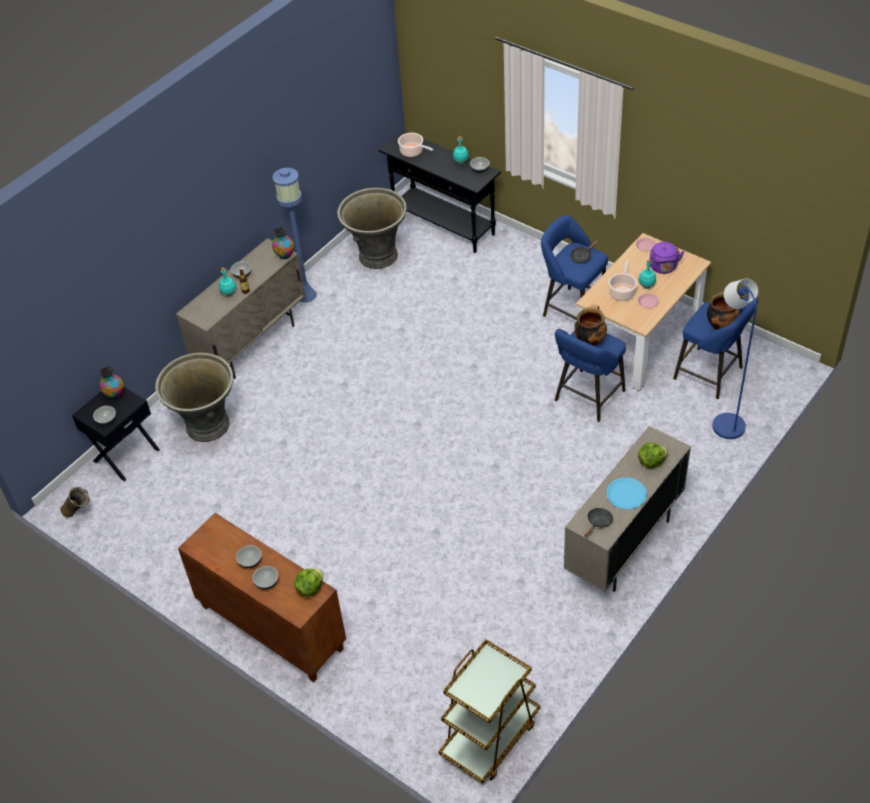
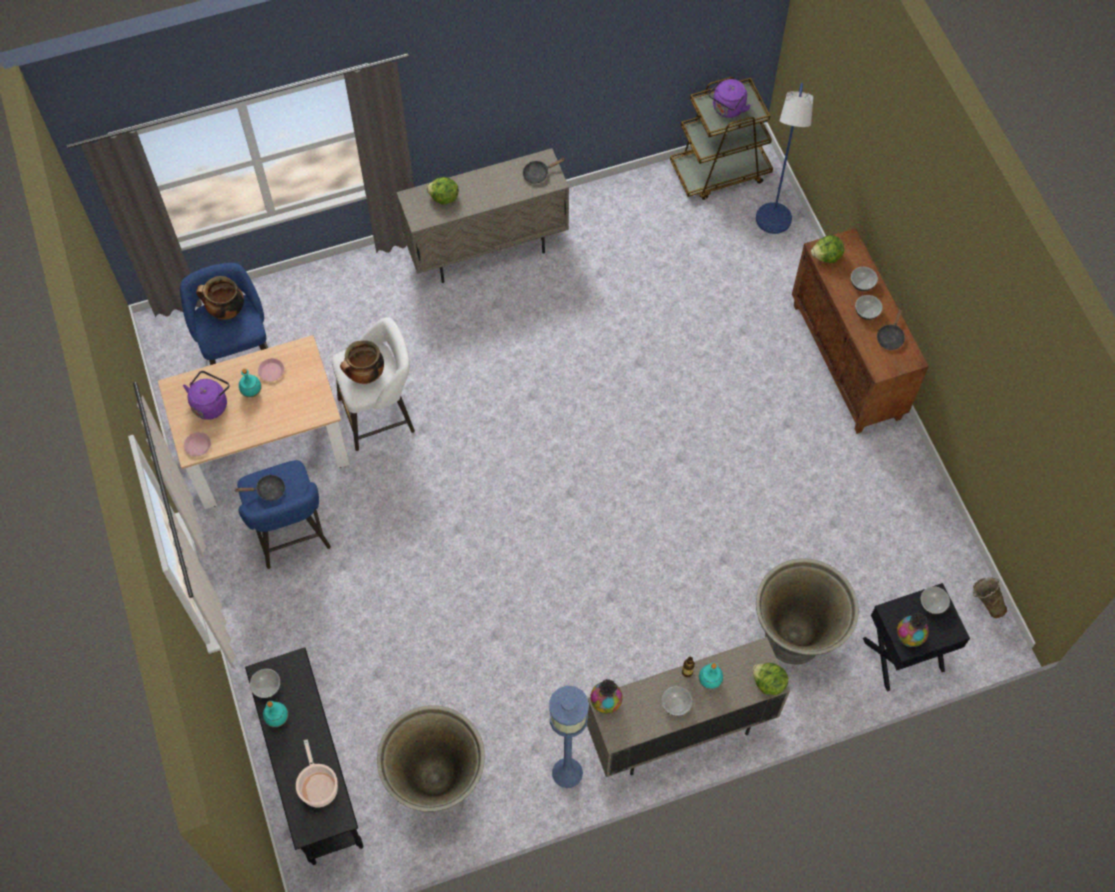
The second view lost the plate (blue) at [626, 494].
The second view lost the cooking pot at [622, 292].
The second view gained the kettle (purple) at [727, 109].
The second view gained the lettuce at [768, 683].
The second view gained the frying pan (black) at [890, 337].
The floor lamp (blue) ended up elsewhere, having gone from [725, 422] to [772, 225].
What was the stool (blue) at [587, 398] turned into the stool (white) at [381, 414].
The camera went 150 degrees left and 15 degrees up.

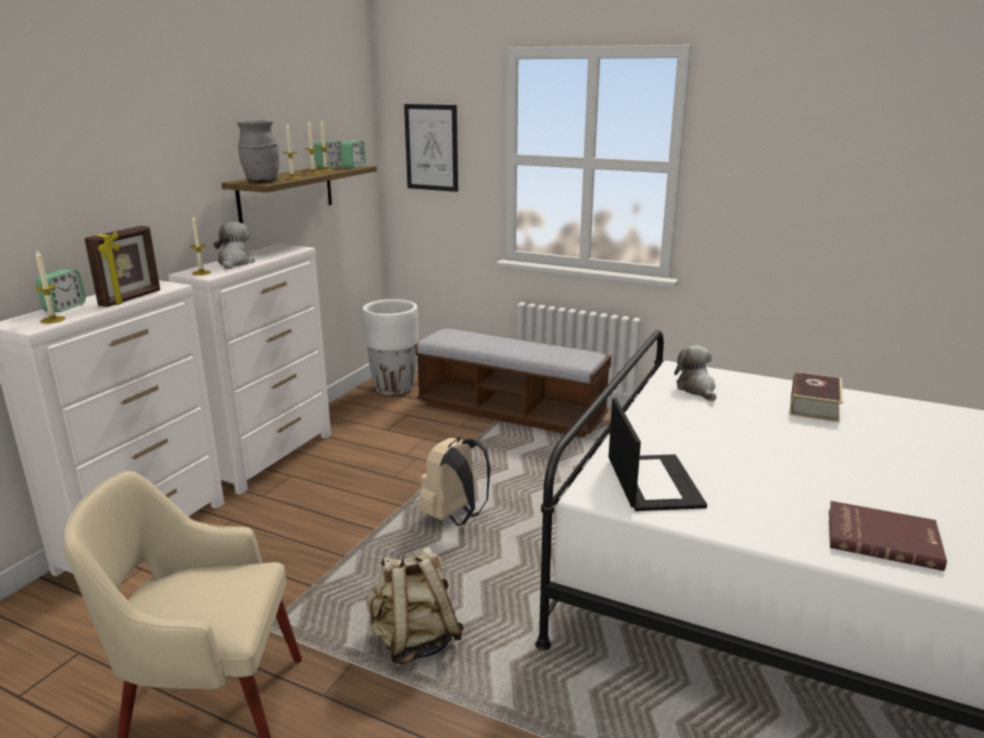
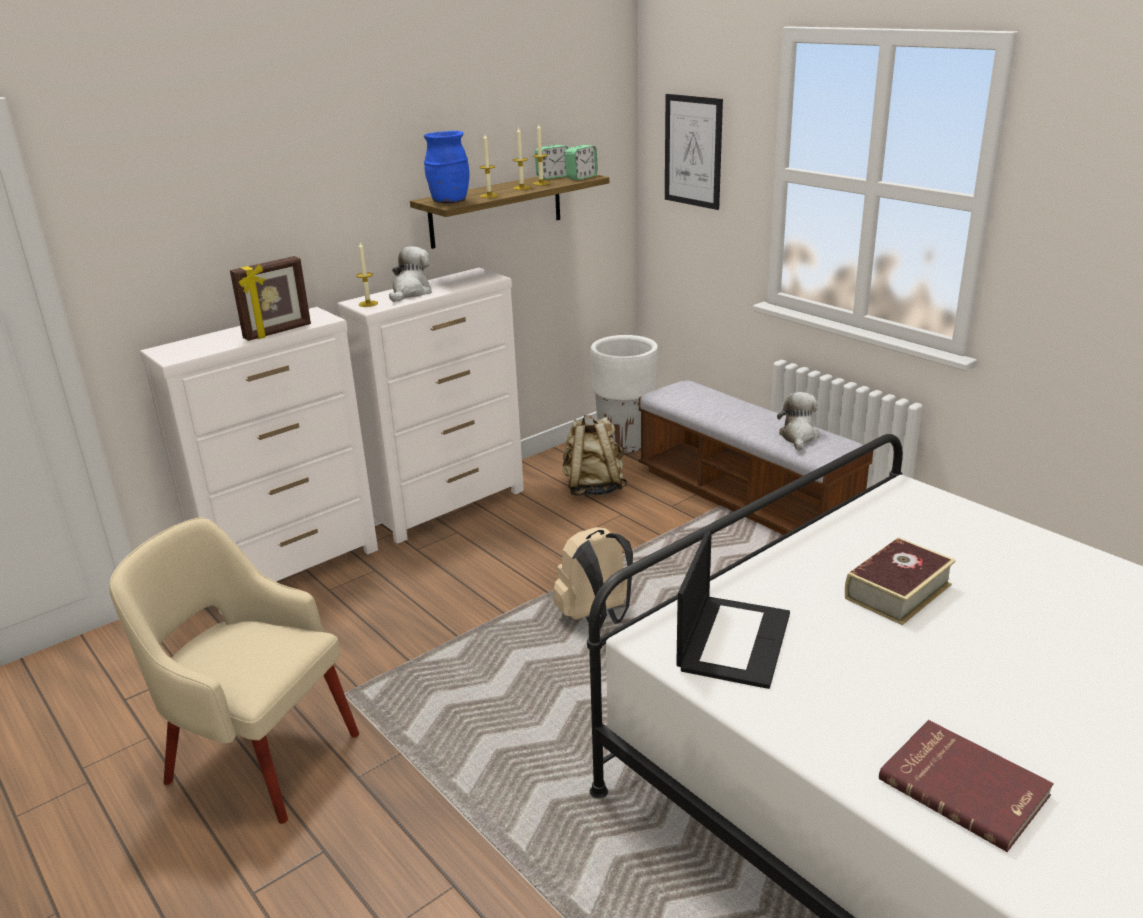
The second view lost the candle at [53, 320].
The second view lost the alarm clock at [64, 307].
The backpack (beige) ended up elsewhere, having gone from [414, 641] to [593, 488].
The plush toy ended up elsewhere, having gone from [697, 389] to [798, 437].
The book ended up elsewhere, having gone from [814, 405] to [897, 591].
What was the vase (grey) at [261, 182] turned into the vase (blue) at [449, 202].
The camera went 25 degrees right and 5 degrees up.

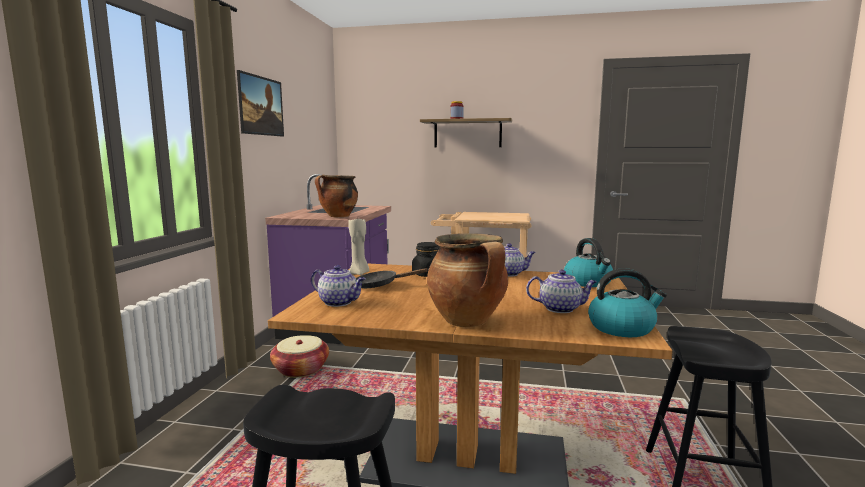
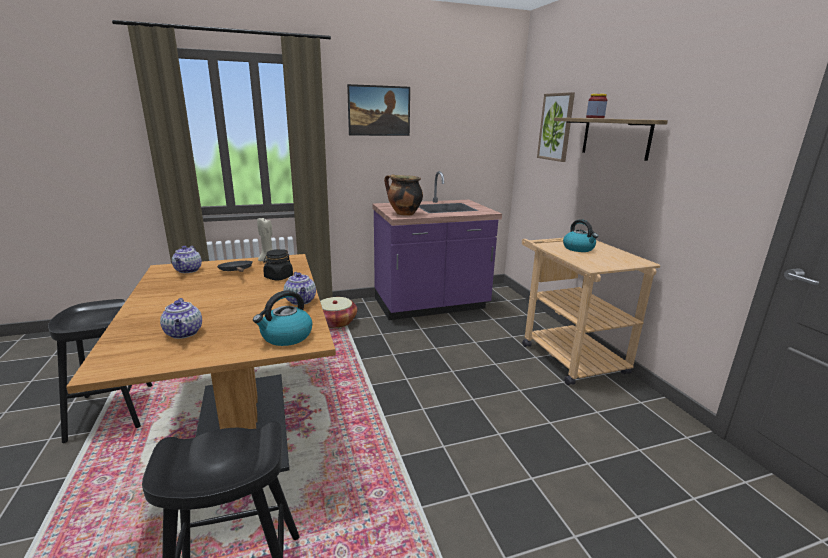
The second view lost the cooking pot at [468, 322].
The second view gained the picture at [556, 127].
The kettle ended up elsewhere, having gone from [622, 328] to [579, 248].
The camera went 60 degrees right and 10 degrees up.

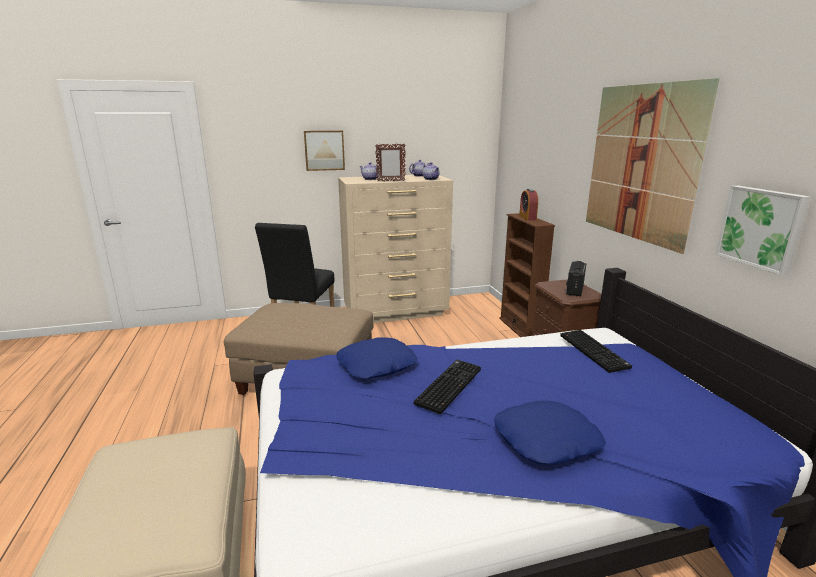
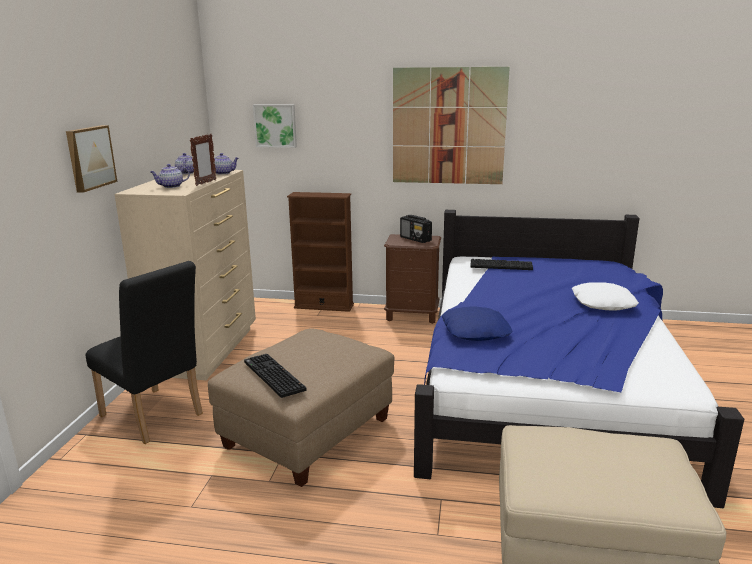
The second view lost the alarm clock at [527, 218].
The keyboard ended up elsewhere, having gone from [448, 385] to [272, 376].
The picture ended up elsewhere, having gone from [762, 228] to [275, 125].
What was the pillow (blue) at [546, 439] turned into the pillow (white) at [602, 303].
The camera went 65 degrees left and 0 degrees up.

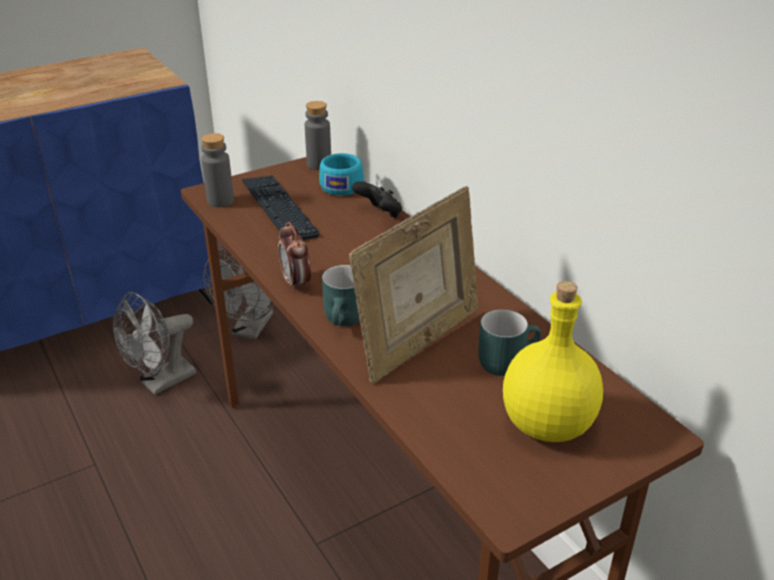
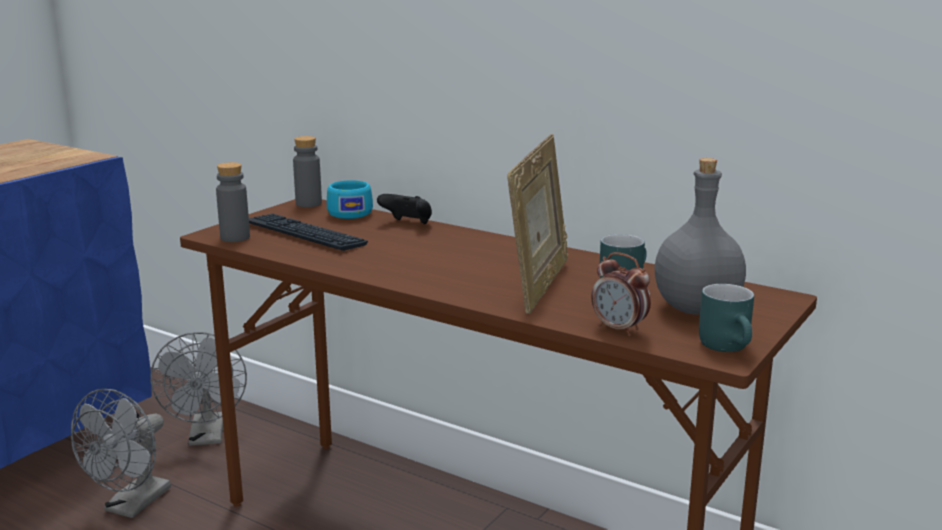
The alarm clock ended up elsewhere, having gone from [296, 283] to [619, 329].
The mug (turquoise) ended up elsewhere, having gone from [346, 320] to [730, 346].
What was the bottle (yellow) at [545, 424] turned into the bottle (grey) at [694, 308].
The camera went 25 degrees left and 15 degrees down.

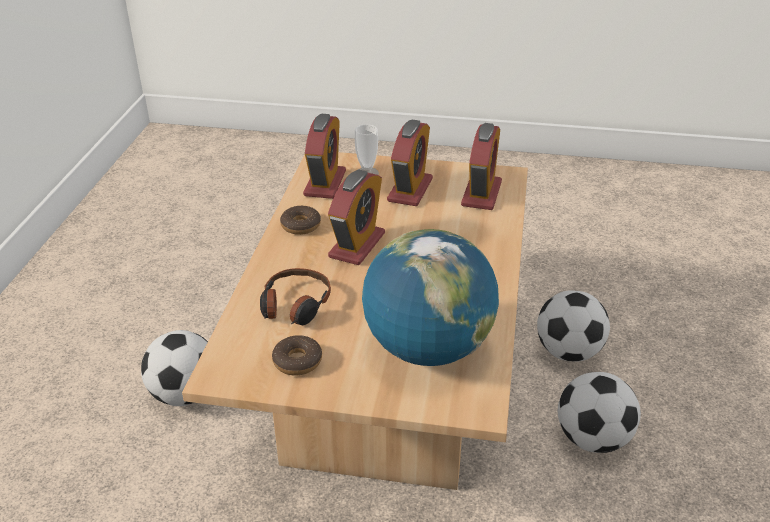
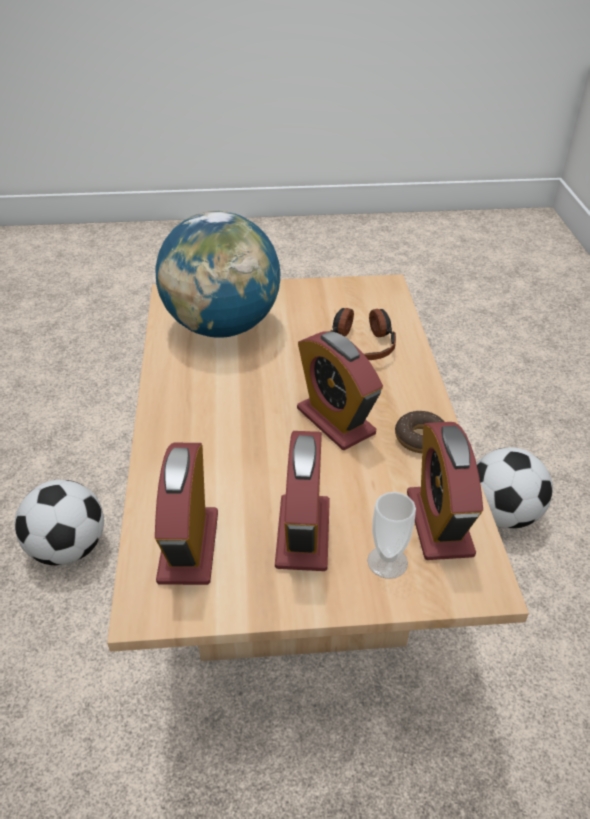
The second view lost the donut at [297, 361].
The second view lost the football at [569, 352].
The alarm clock at [357, 245] ended up facing another way, 45 degrees counterclockwise from before.
The camera went 165 degrees right and 5 degrees up.

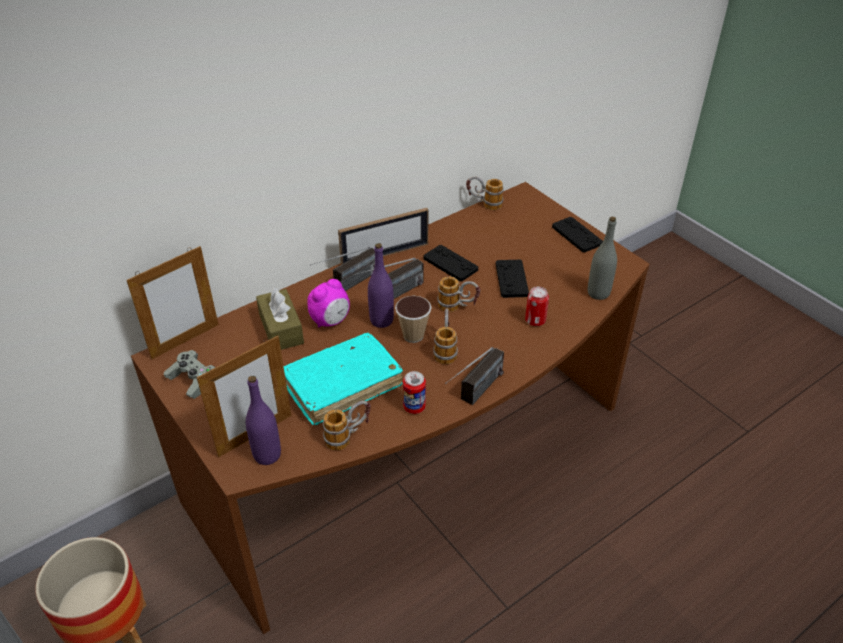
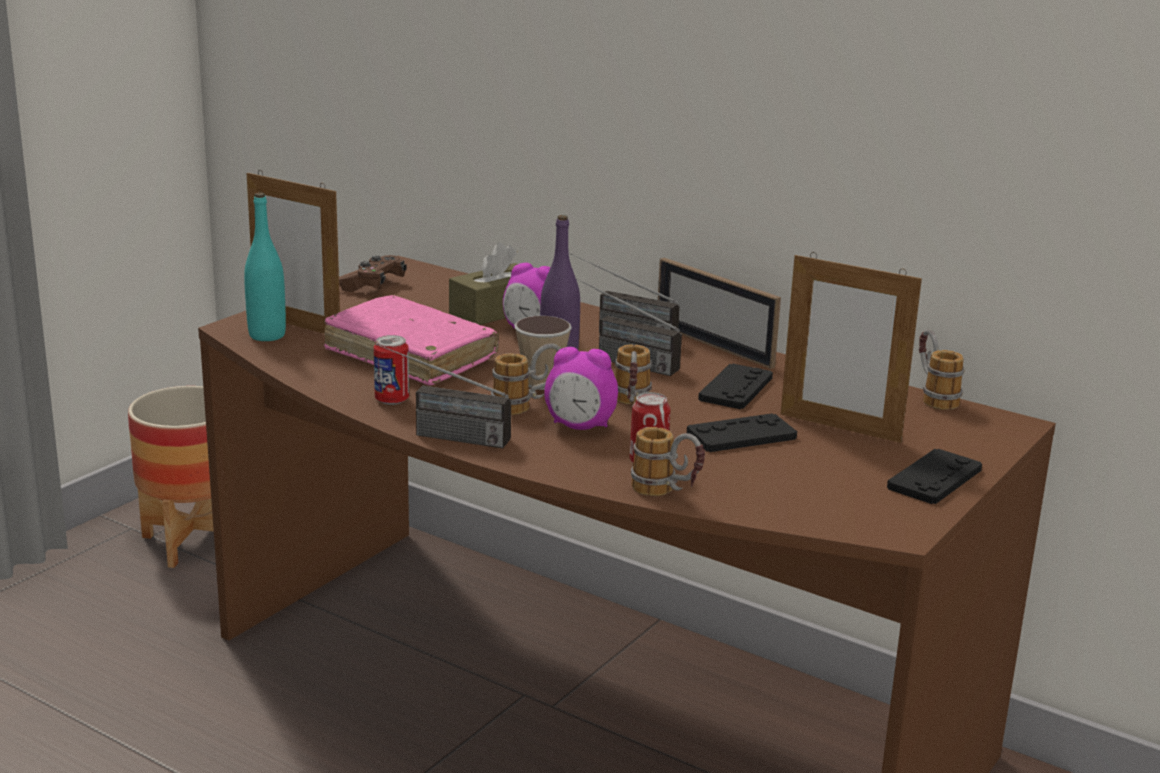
The second view lost the bottle (grey) at [598, 293].
The second view gained the alarm clock at [580, 426].
The picture frame ended up elsewhere, having gone from [185, 341] to [840, 427].
The mug ended up elsewhere, having gone from [348, 436] to [667, 493].
What was the game controller (grey) at [193, 380] turned into the game controller (brown) at [373, 285].
What was the bottle (purple) at [267, 455] turned into the bottle (turquoise) at [267, 335].
What was the book (turquoise) at [342, 385] turned into the book (pink) at [410, 355].
The camera went 70 degrees right and 20 degrees down.

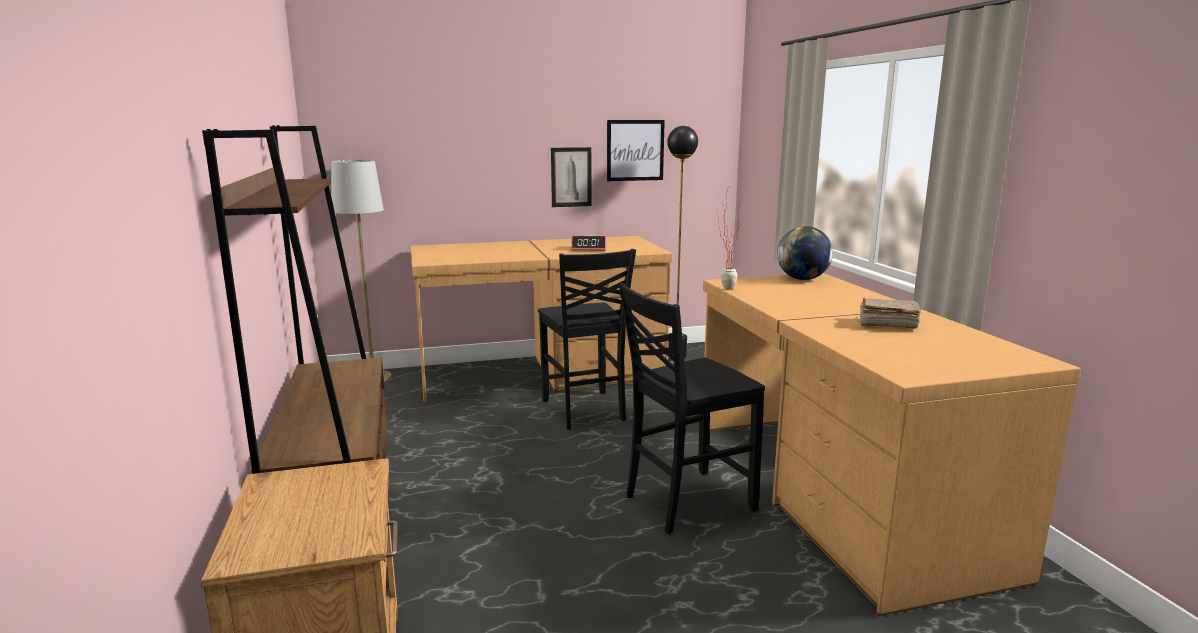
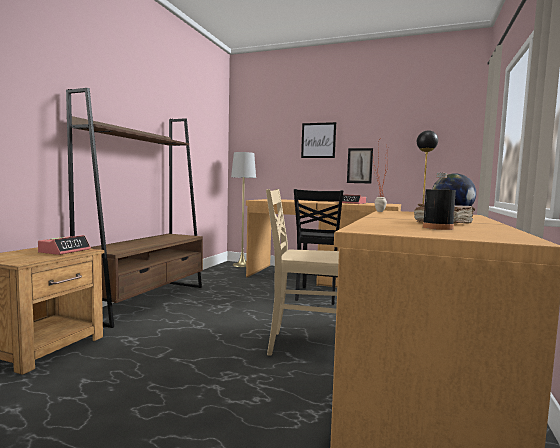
The second view gained the alarm clock at [65, 251].
The second view gained the bottle (black) at [437, 228].
The picture ended up elsewhere, having gone from [635, 150] to [318, 140].
What was the chair (black) at [686, 502] turned into the chair (beige) at [304, 346].
The camera went 35 degrees right and 10 degrees down.

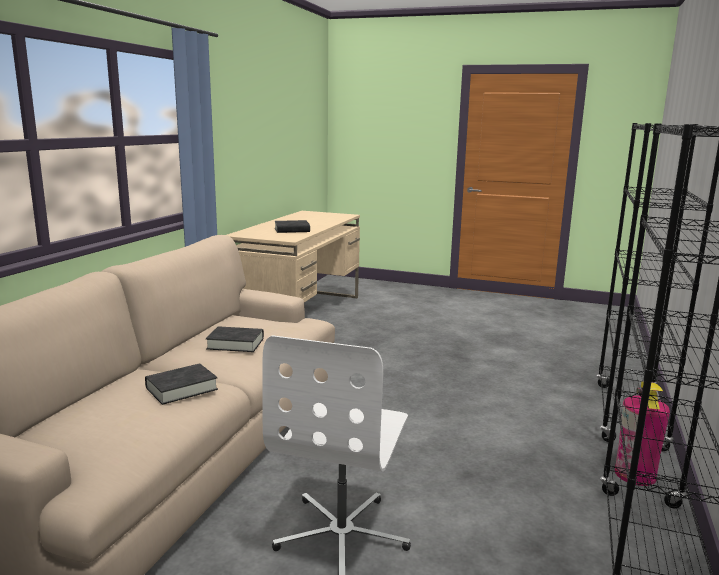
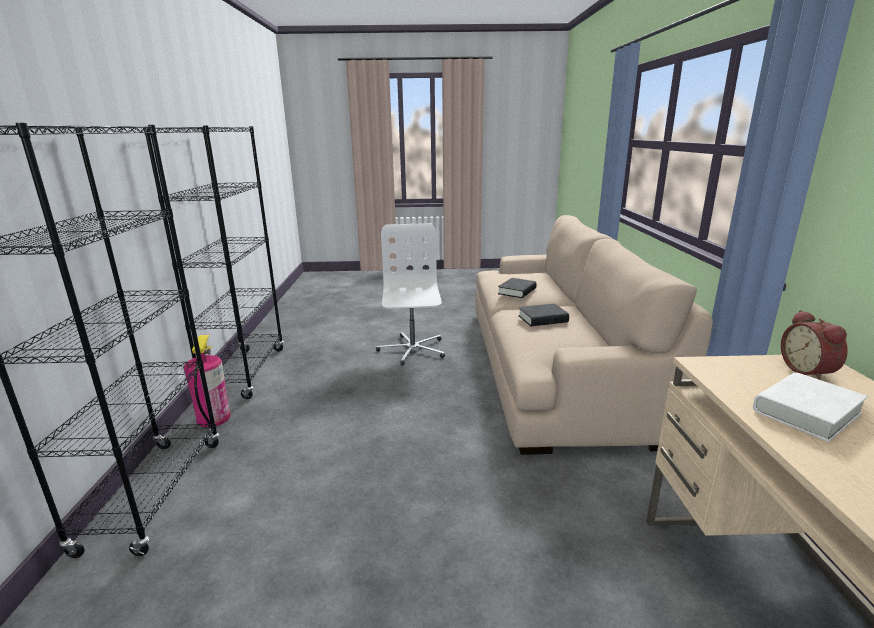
The second view gained the alarm clock at [809, 371].
What was the book (black) at [292, 230] turned into the book (white) at [806, 412].
The camera went 160 degrees right and 5 degrees up.

